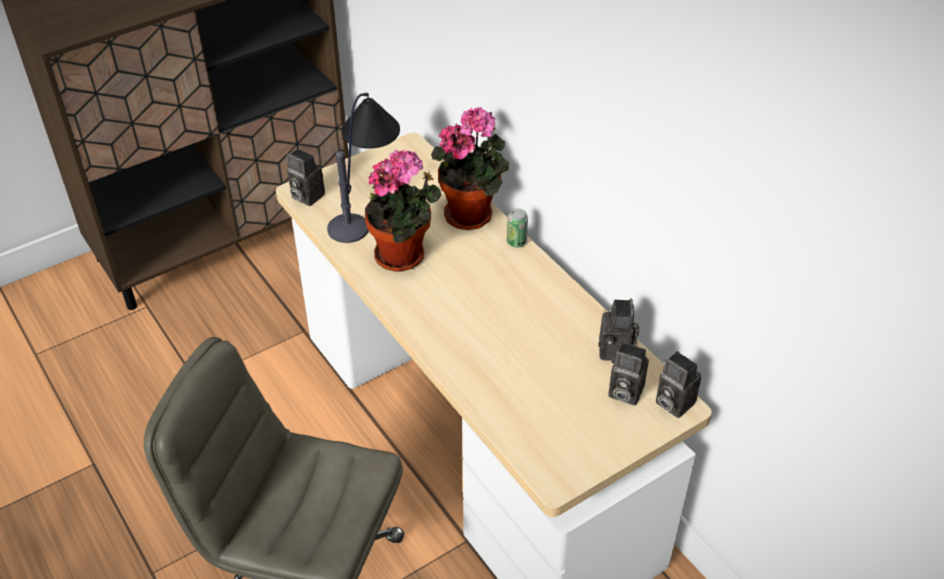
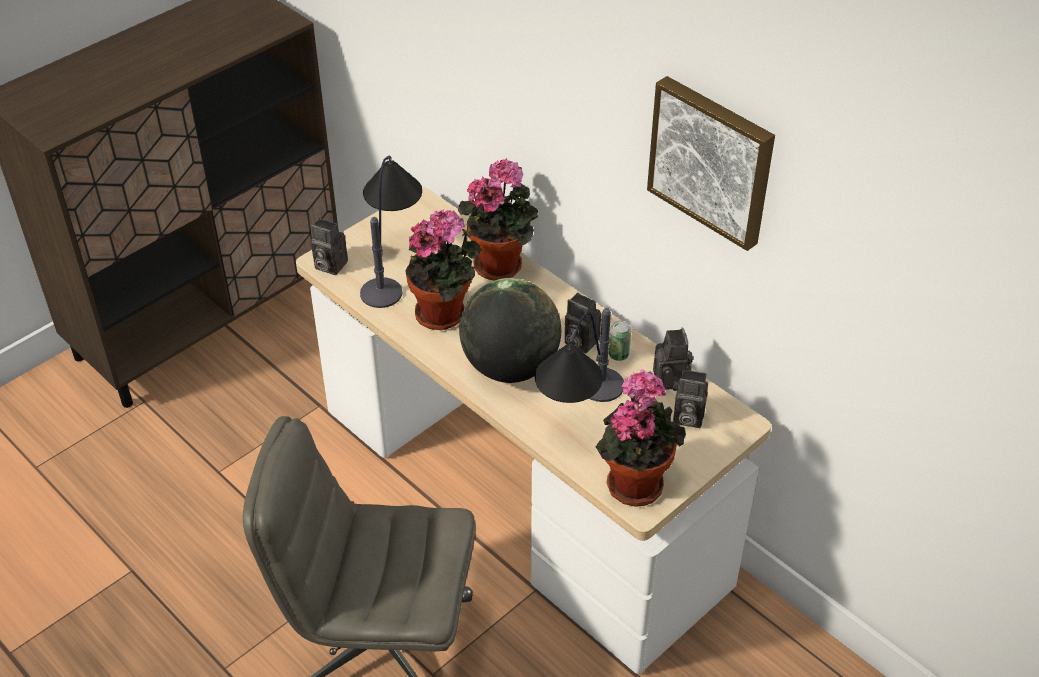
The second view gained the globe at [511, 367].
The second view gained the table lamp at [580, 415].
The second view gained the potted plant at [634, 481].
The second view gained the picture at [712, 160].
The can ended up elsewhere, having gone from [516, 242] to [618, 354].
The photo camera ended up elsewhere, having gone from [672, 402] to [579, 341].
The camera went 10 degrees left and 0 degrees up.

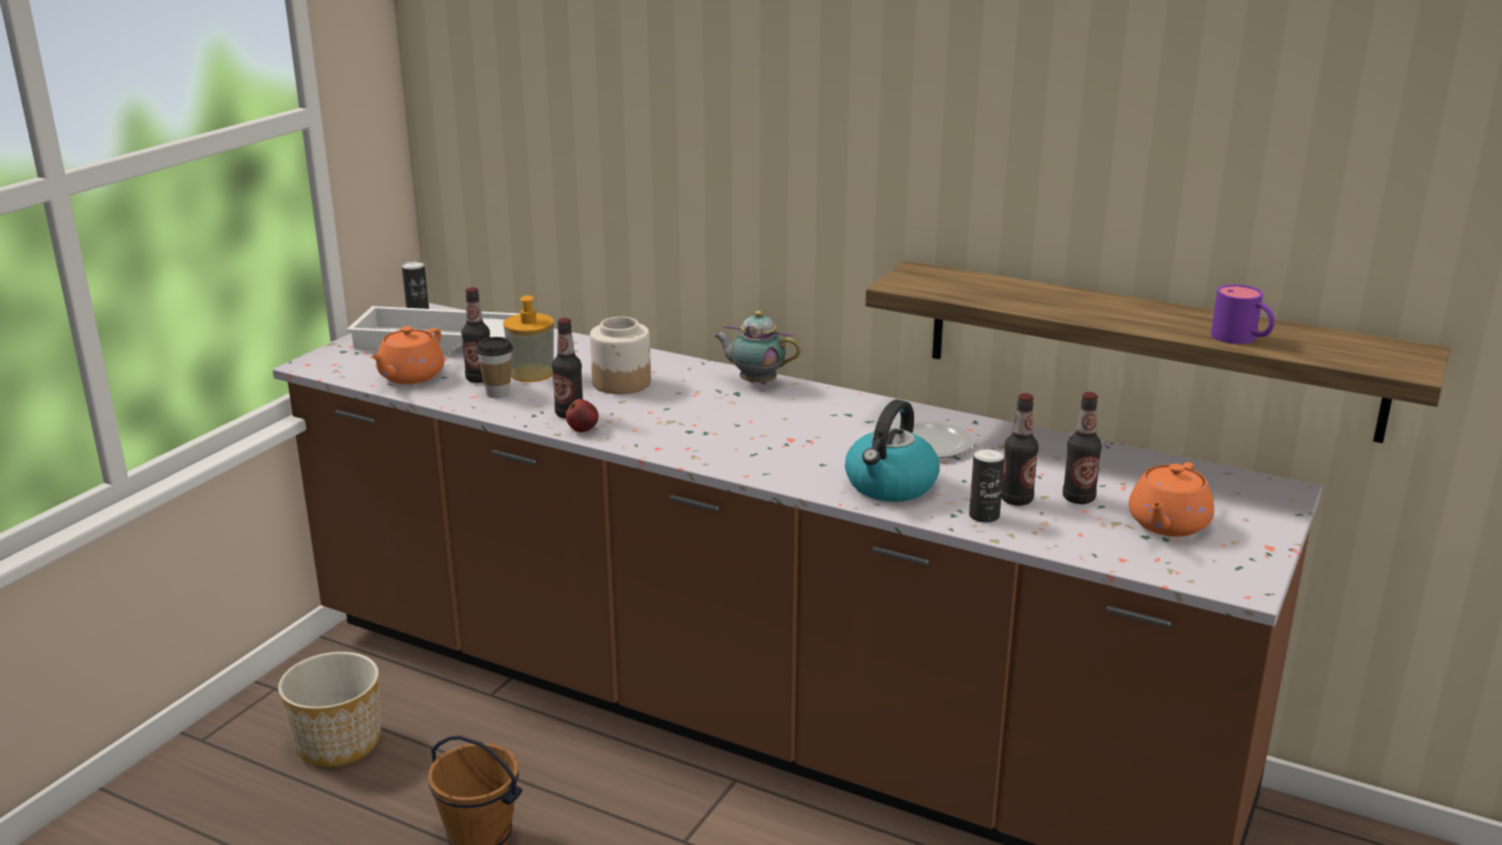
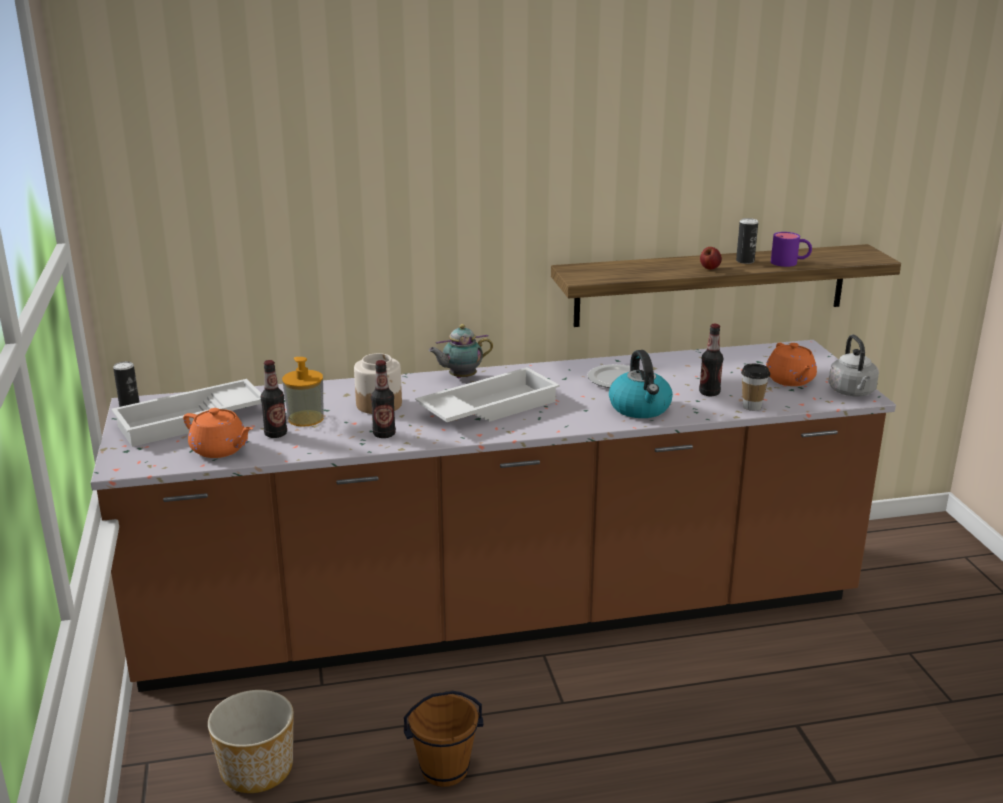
The second view lost the bottle at [1078, 498].
The second view gained the tray (white) at [488, 407].
The second view gained the kettle (grey) at [852, 392].
The cup ended up elsewhere, having gone from [498, 393] to [752, 407].
The apple ended up elsewhere, having gone from [583, 430] to [709, 268].
The can ended up elsewhere, having gone from [984, 516] to [745, 261].
The teapot (orange) at [410, 377] ended up facing another way, 45 degrees counterclockwise from before.
The camera went 40 degrees left and 0 degrees up.

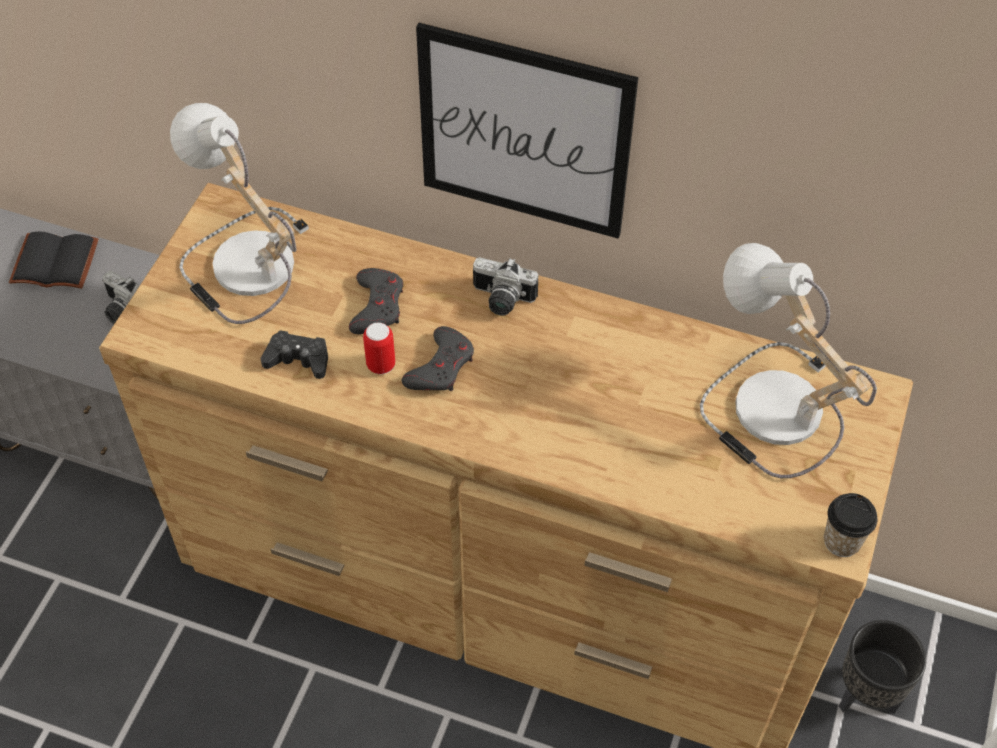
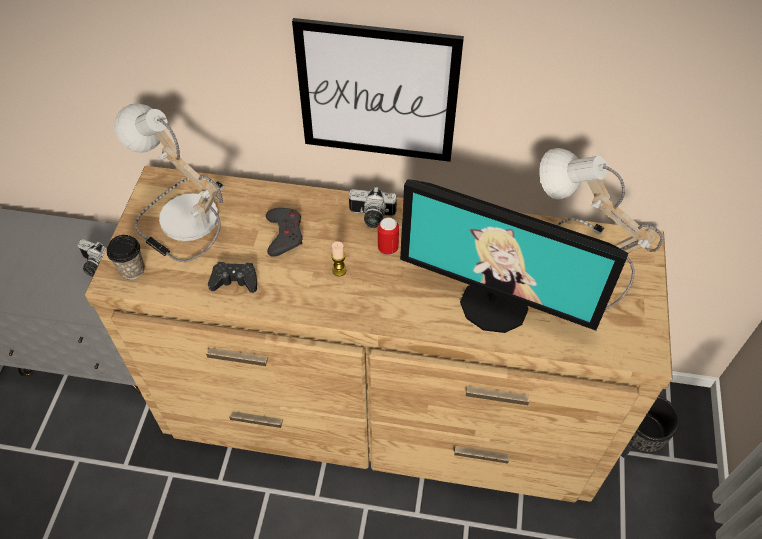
The second view lost the book (black) at [57, 261].
The second view gained the monitor at [494, 304].
The can ended up elsewhere, having gone from [381, 365] to [388, 248].
The cup ended up elsewhere, having gone from [842, 541] to [132, 270].
Where the game controller (grey) stood at [441, 367], the candle came to stand at [339, 270].
The camera went 10 degrees left and 0 degrees up.

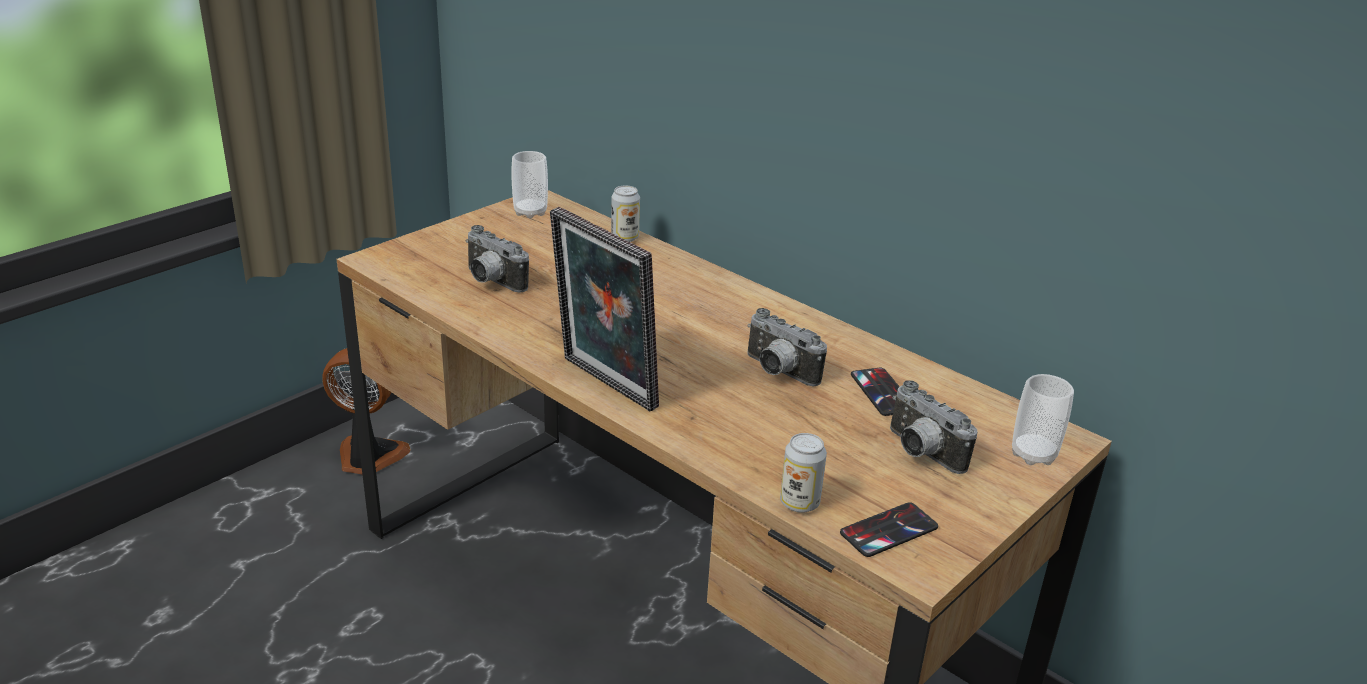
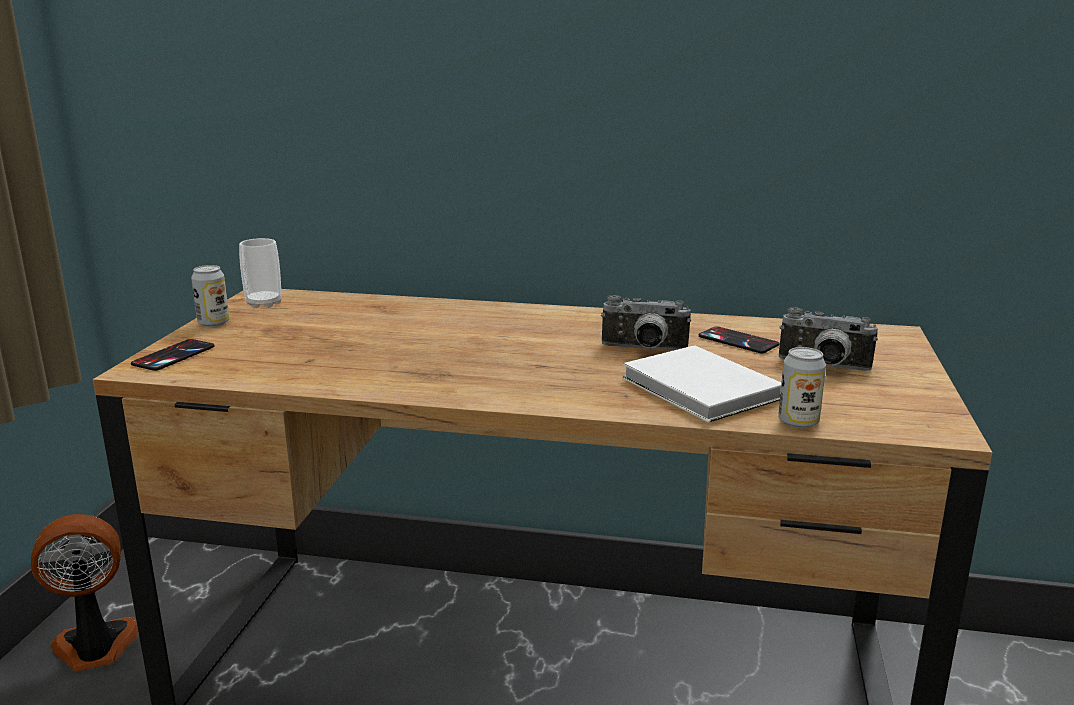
The second view lost the photo camera at [491, 282].
The second view lost the picture frame at [603, 385].
The second view lost the cup at [1033, 454].
The second view gained the book (white) at [701, 390].
The can ended up elsewhere, having gone from [625, 238] to [213, 323].
The phone ended up elsewhere, having gone from [888, 530] to [173, 356].
The camera went 30 degrees left and 10 degrees down.

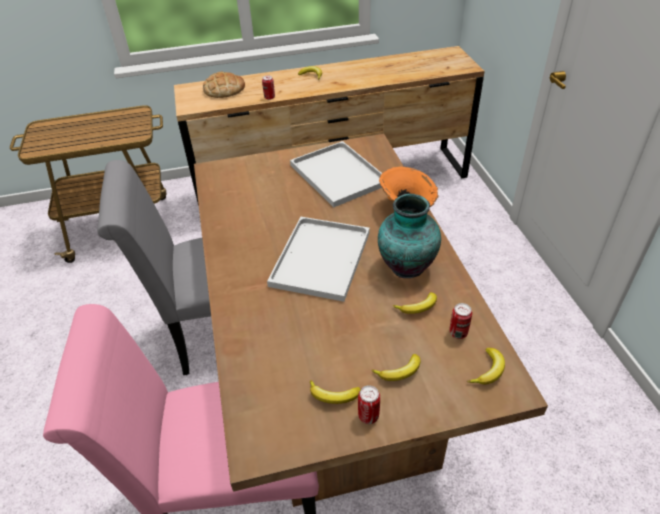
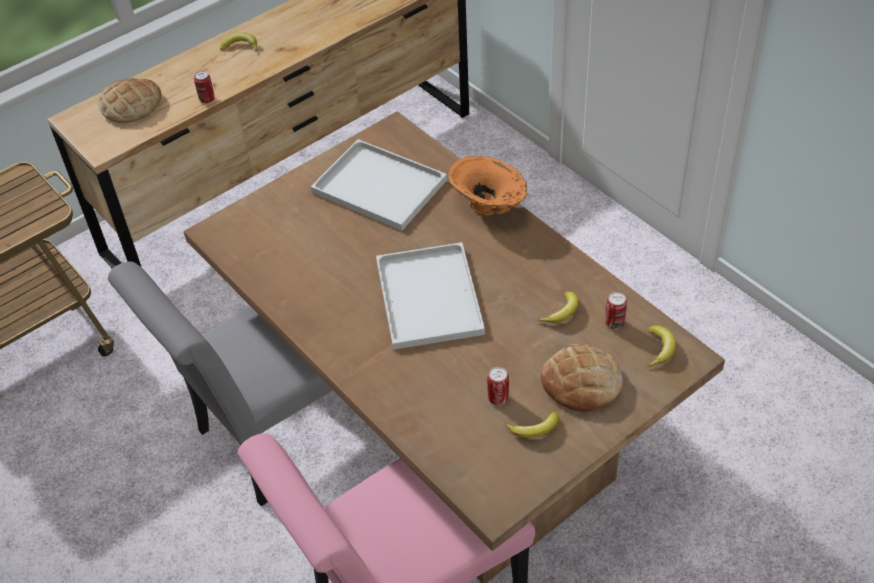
The second view lost the vase at [405, 266].
The can ended up elsewhere, having gone from [368, 416] to [498, 398].
Where the banana stood at [399, 372], the bread came to stand at [581, 382].
The camera went 25 degrees left and 5 degrees up.

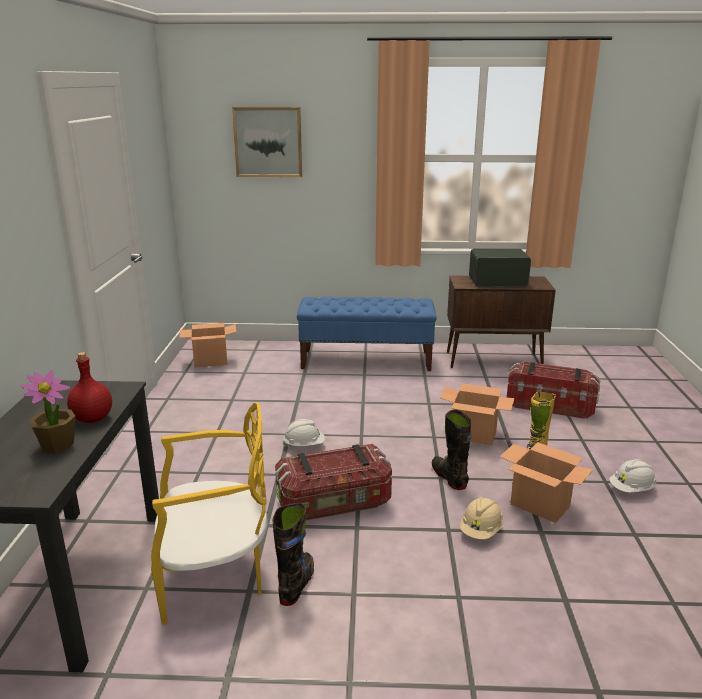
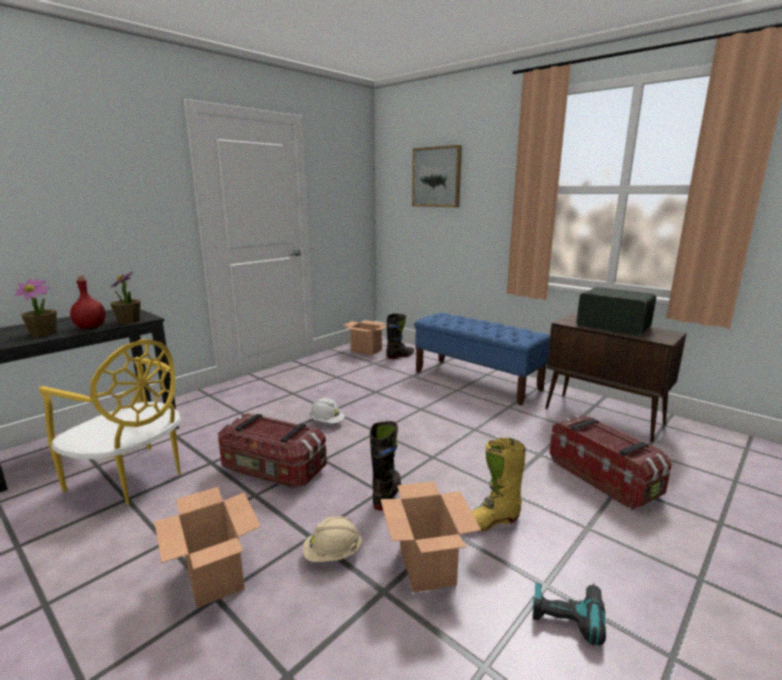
The second view gained the potted plant at [129, 321].
The boot (black) ended up elsewhere, having gone from [297, 584] to [400, 356].
The cardboard box ended up elsewhere, having gone from [474, 435] to [215, 577].
Where the hard hat (white) stood at [631, 489], the power drill came to stand at [567, 613].
The camera went 40 degrees right and 5 degrees down.

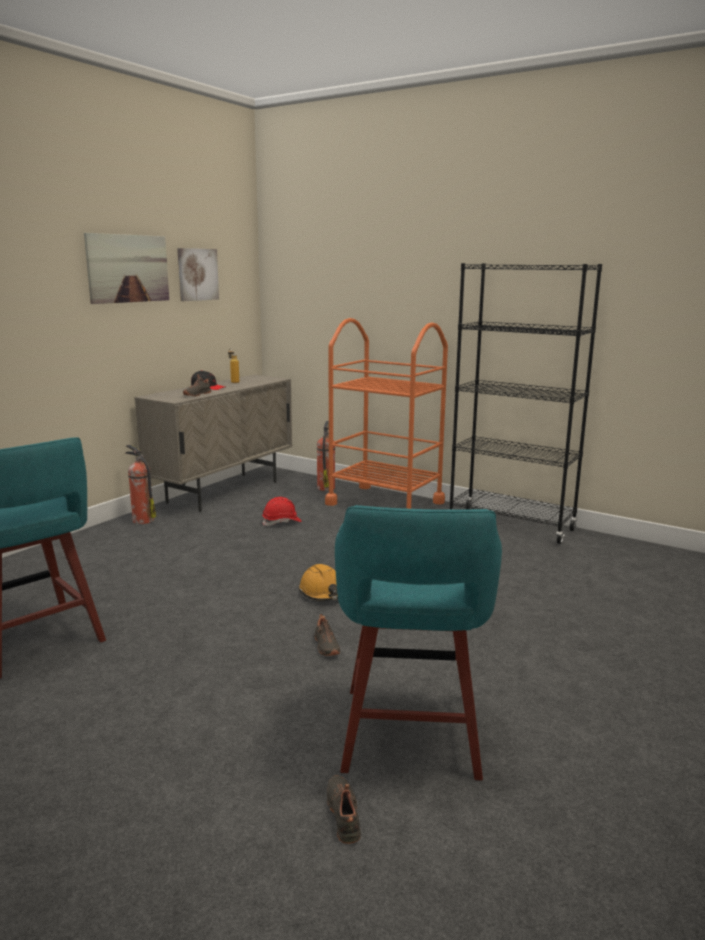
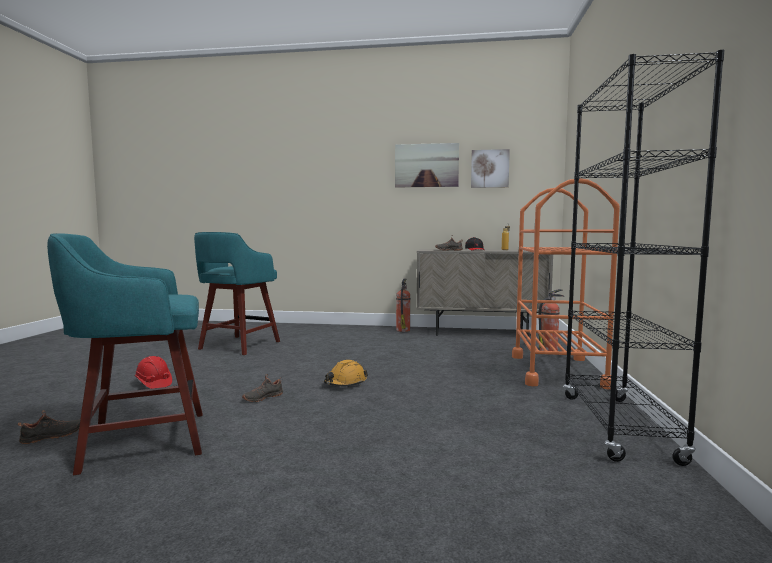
The hard hat (red) ended up elsewhere, having gone from [282, 522] to [153, 383].
The camera went 65 degrees right and 10 degrees down.

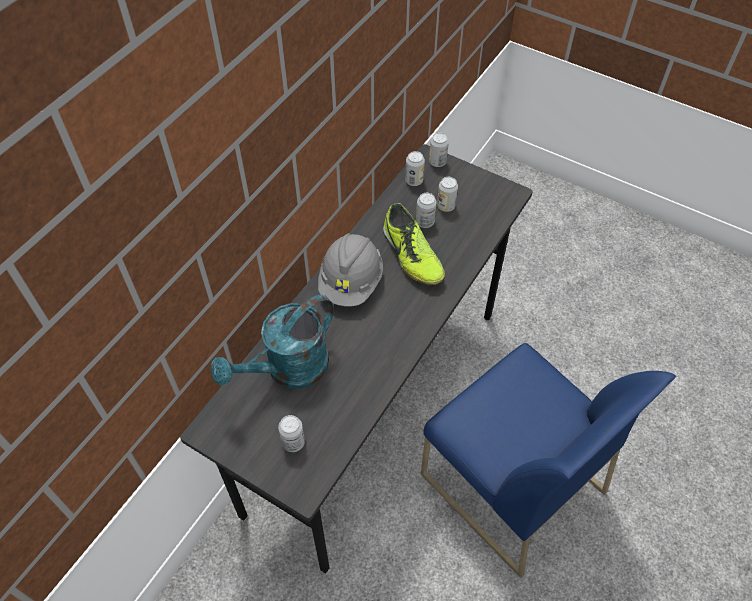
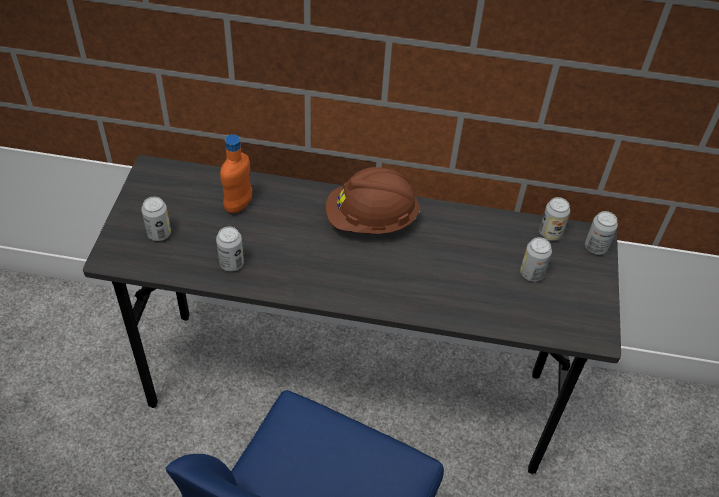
The second view lost the shoe at [411, 256].
The can ended up elsewhere, having gone from [425, 222] to [231, 263].
Where the watering can (turquoise) stood at [288, 370], the bottle (orange) came to stand at [238, 205].
What was the hard hat (grey) at [351, 282] turned into the hard hat (brown) at [371, 220].
The camera went 65 degrees right and 5 degrees down.

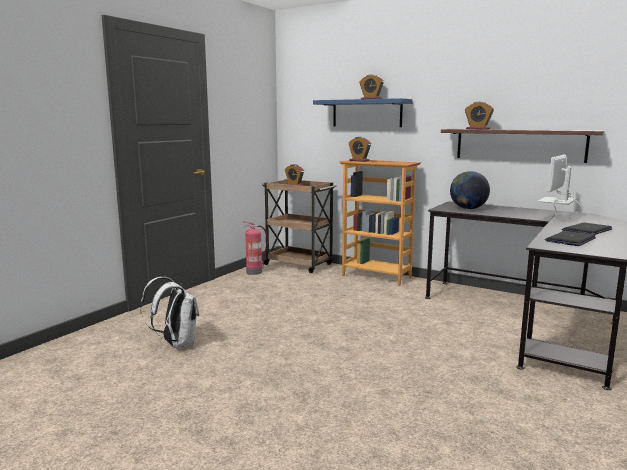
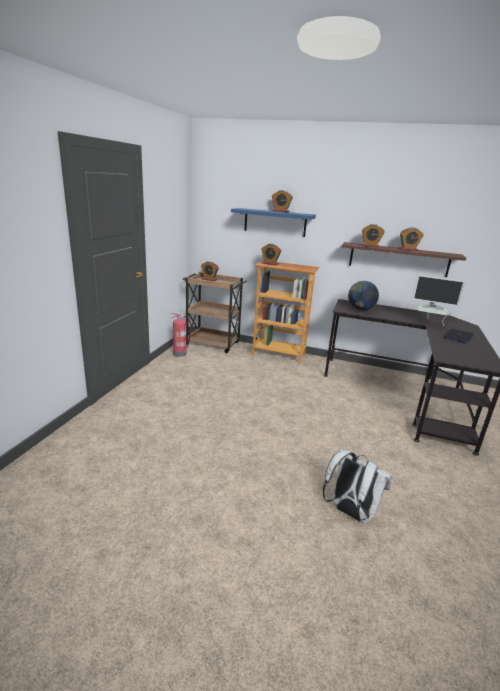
The second view lost the laptop at [570, 240].
The second view gained the alarm clock at [408, 249].
The backpack (white) ended up elsewhere, having gone from [176, 344] to [349, 512].
The monitor at [555, 220] ended up facing another way, 90 degrees counterclockwise from before.
The camera went 15 degrees left and 10 degrees up.

